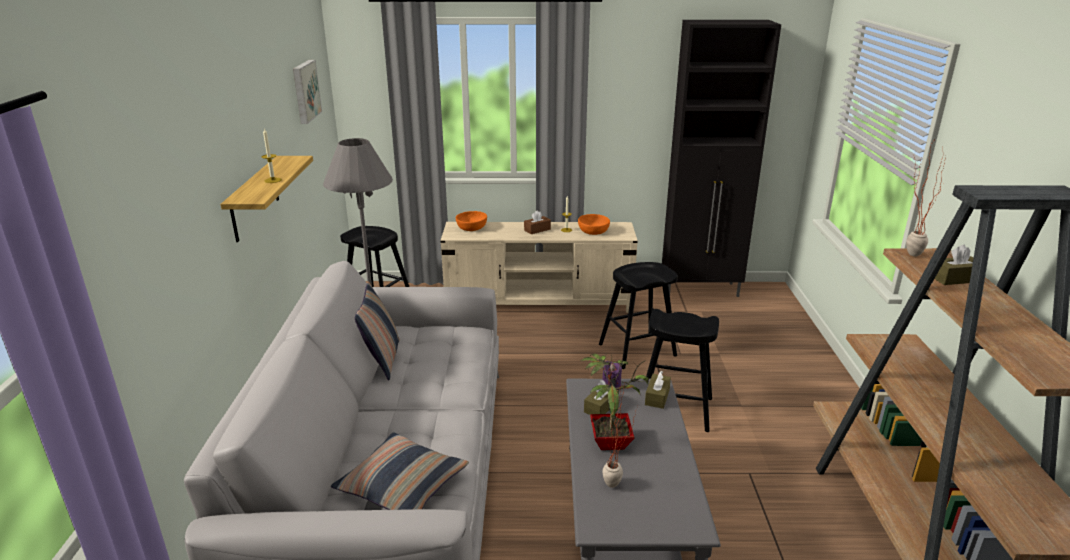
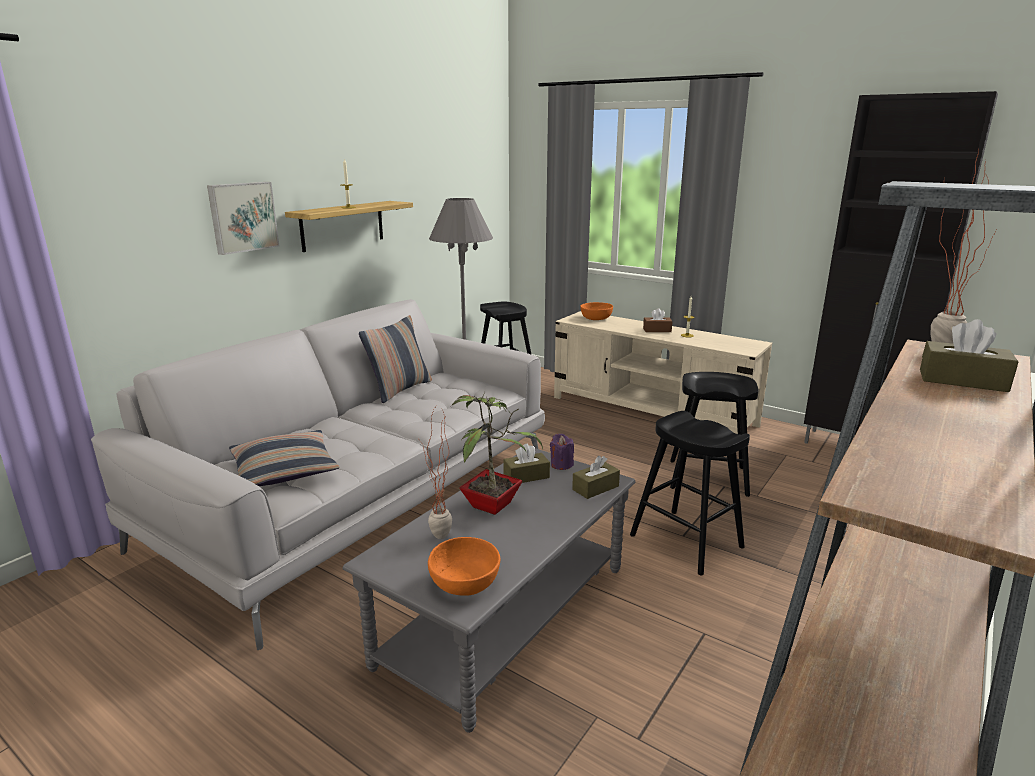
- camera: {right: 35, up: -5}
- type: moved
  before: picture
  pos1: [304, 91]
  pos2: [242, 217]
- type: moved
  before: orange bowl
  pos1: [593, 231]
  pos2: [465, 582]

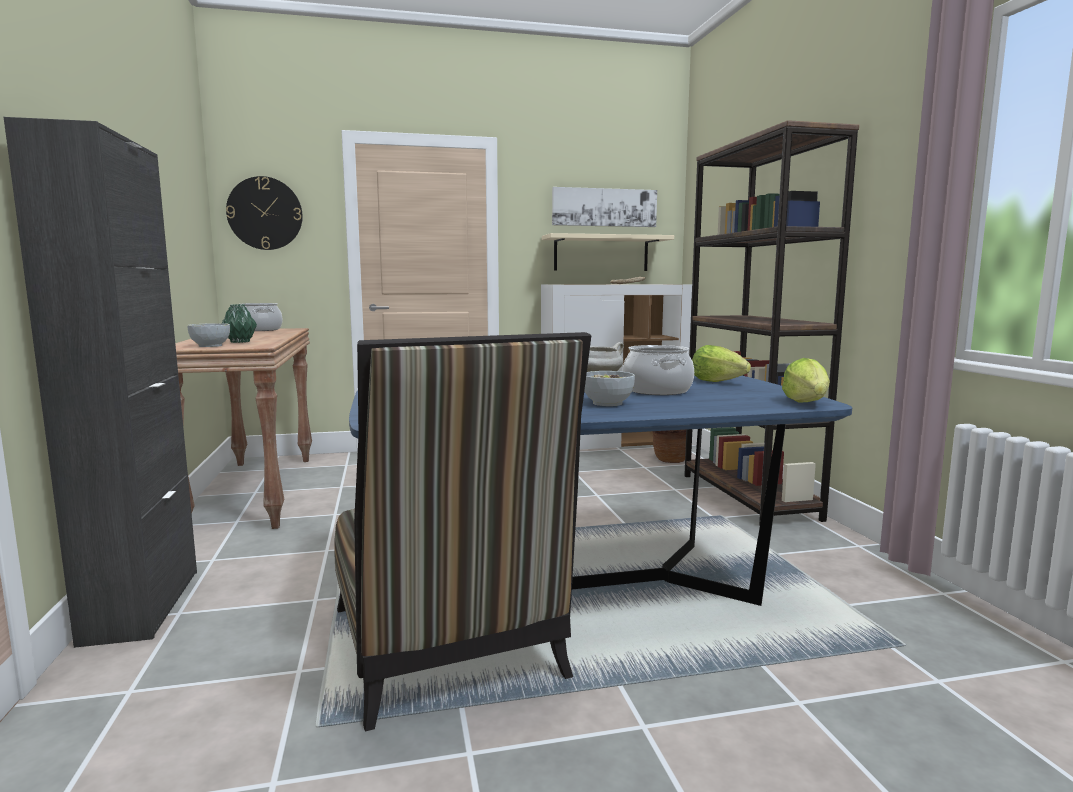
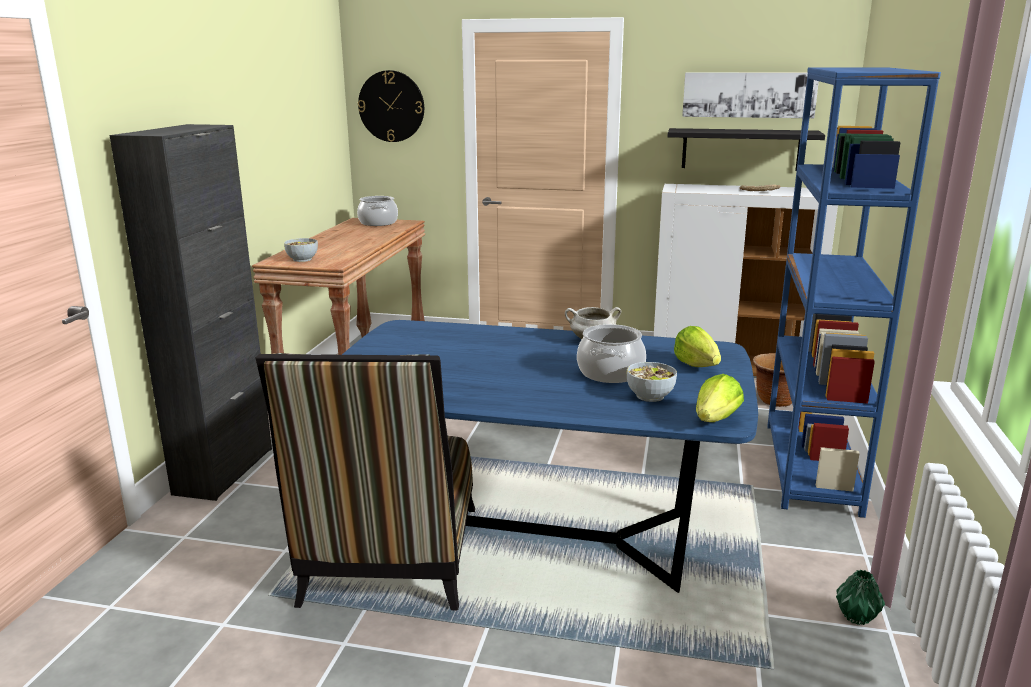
- camera: {right: 25, up: 10}
- type: moved
  before: bowl
  pos1: [607, 403]
  pos2: [650, 396]
- type: recoloured
  before: beige shelf
  after: black shelf
  pos1: [601, 253]
  pos2: [741, 149]
- type: recoloured
  before: brown bookcase
  after: blue bookcase
  pos1: [748, 496]
  pos2: [811, 467]
- type: moved
  before: green vase
  pos1: [240, 342]
  pos2: [857, 617]

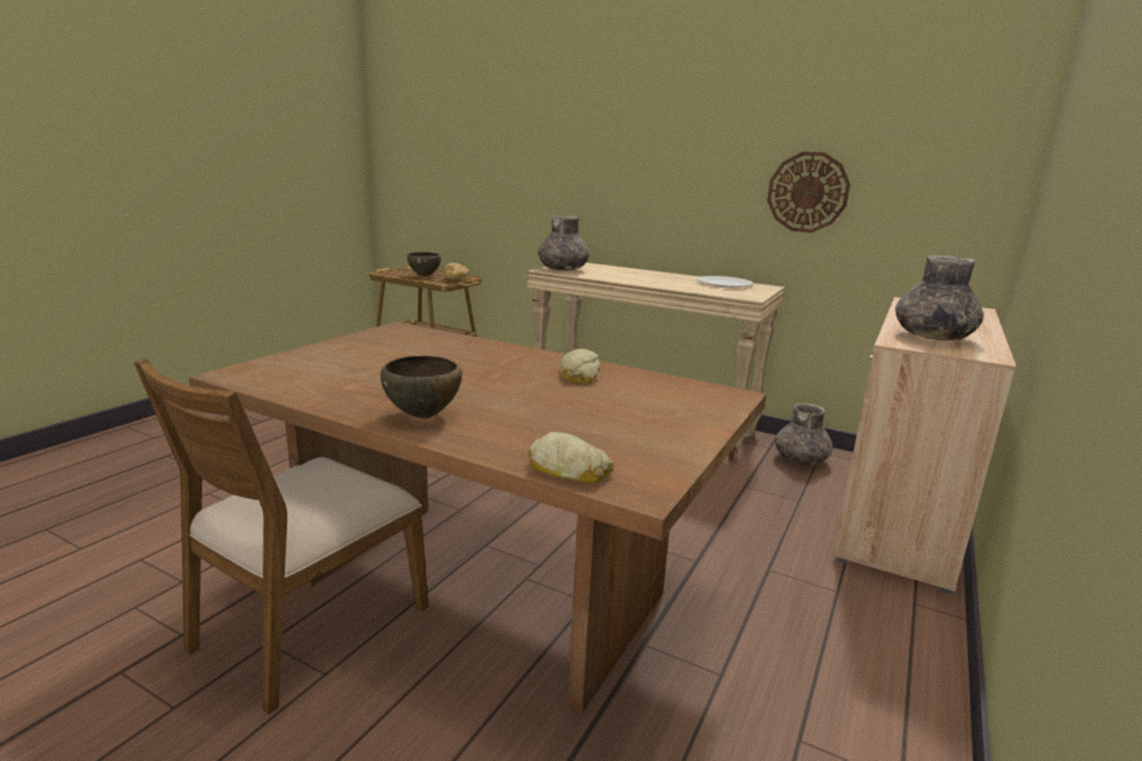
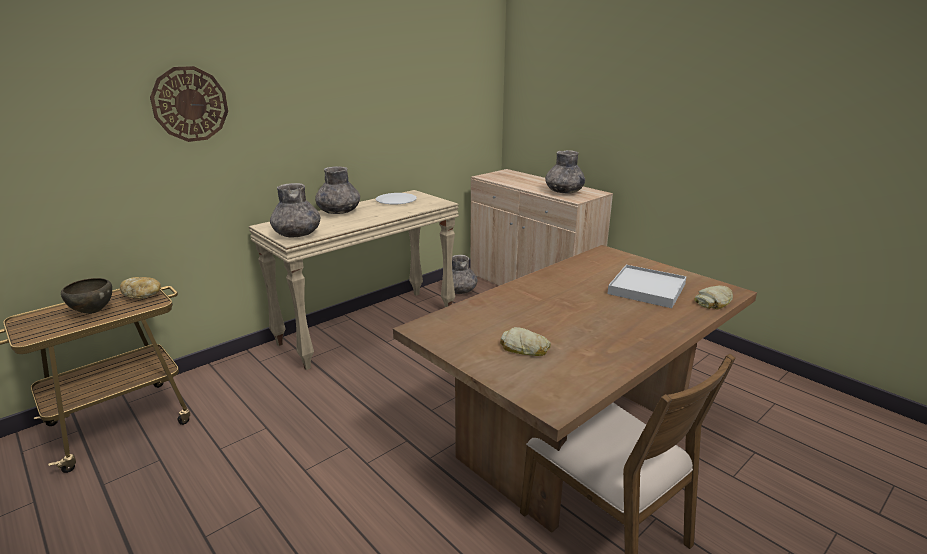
- camera: {right: -70, up: 5}
- type: moved
  before: wall clock
  pos1: [807, 192]
  pos2: [190, 104]
- type: added
  after: grey vase
  pos2: [339, 212]
- type: moved
  before: bread
  pos1: [578, 374]
  pos2: [525, 348]
- type: added
  after: white tray
  pos2: [646, 289]
- type: removed
  before: brown bowl
  pos1: [424, 416]

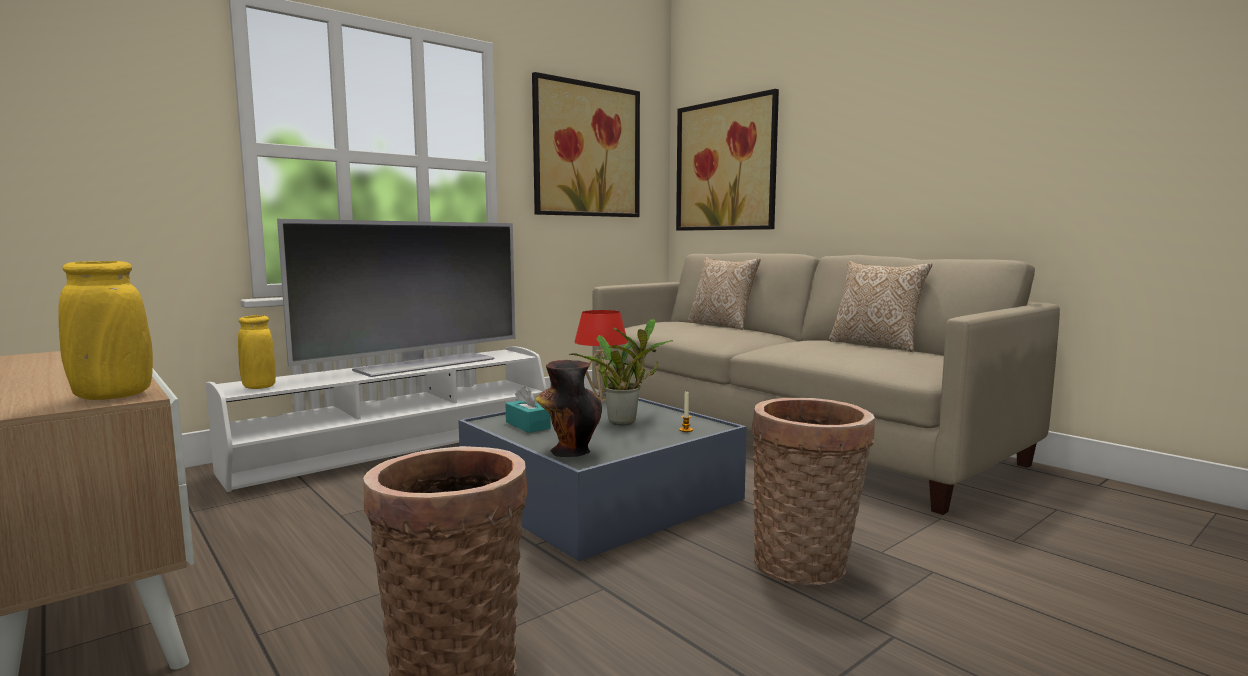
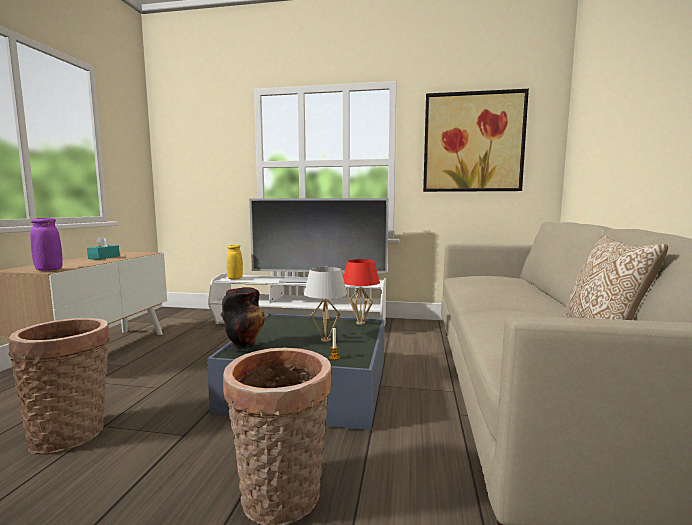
- camera: {right: 50, up: 0}
- type: recoloured
  before: yellow vase
  after: purple vase
  pos1: [112, 396]
  pos2: [49, 270]
- type: moved
  before: turquoise tissue box
  pos1: [527, 425]
  pos2: [104, 257]
- type: replaced
  before: potted plant
  after: white table lamp
  pos1: [625, 421]
  pos2: [325, 340]
- type: removed
  before: picture
  pos1: [725, 165]
- type: removed
  before: pillow
  pos1: [722, 325]

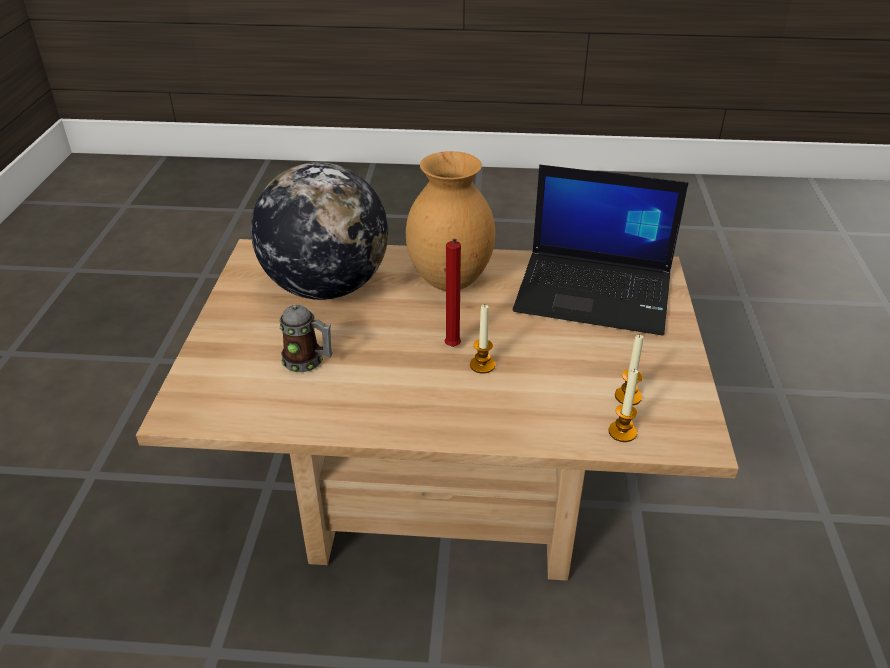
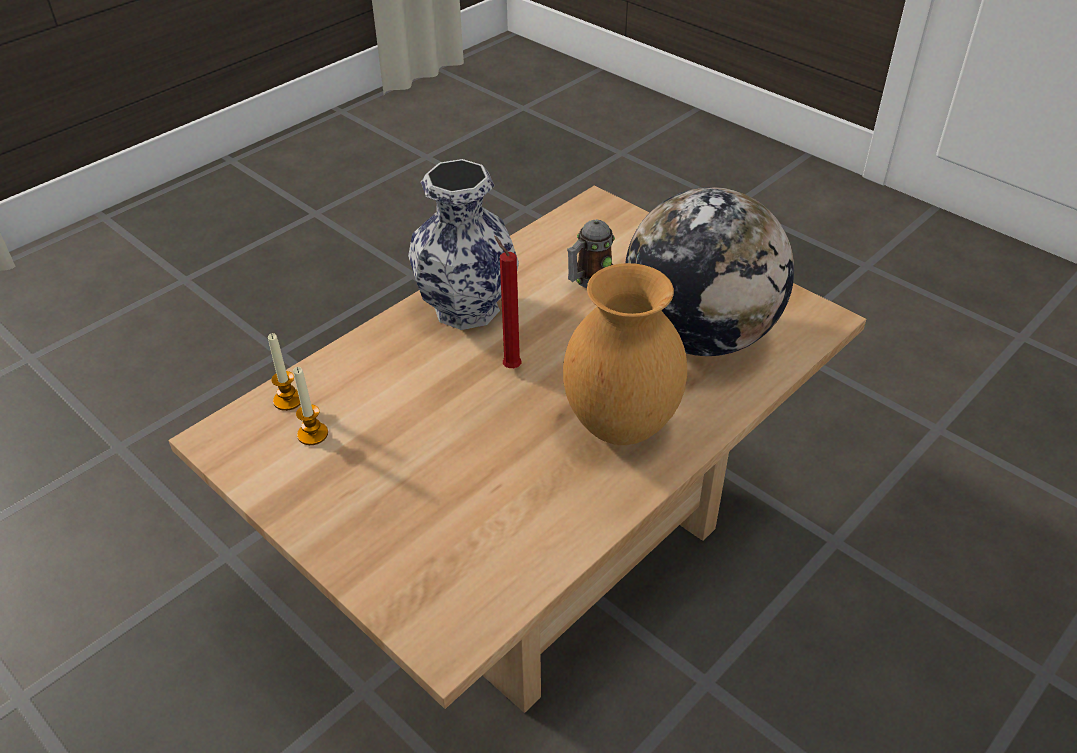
- camera: {right: 130, up: 5}
- type: added
  after: vase
  pos2: [466, 309]
- type: removed
  before: candle
  pos1: [482, 365]
- type: removed
  before: laptop
  pos1: [596, 292]

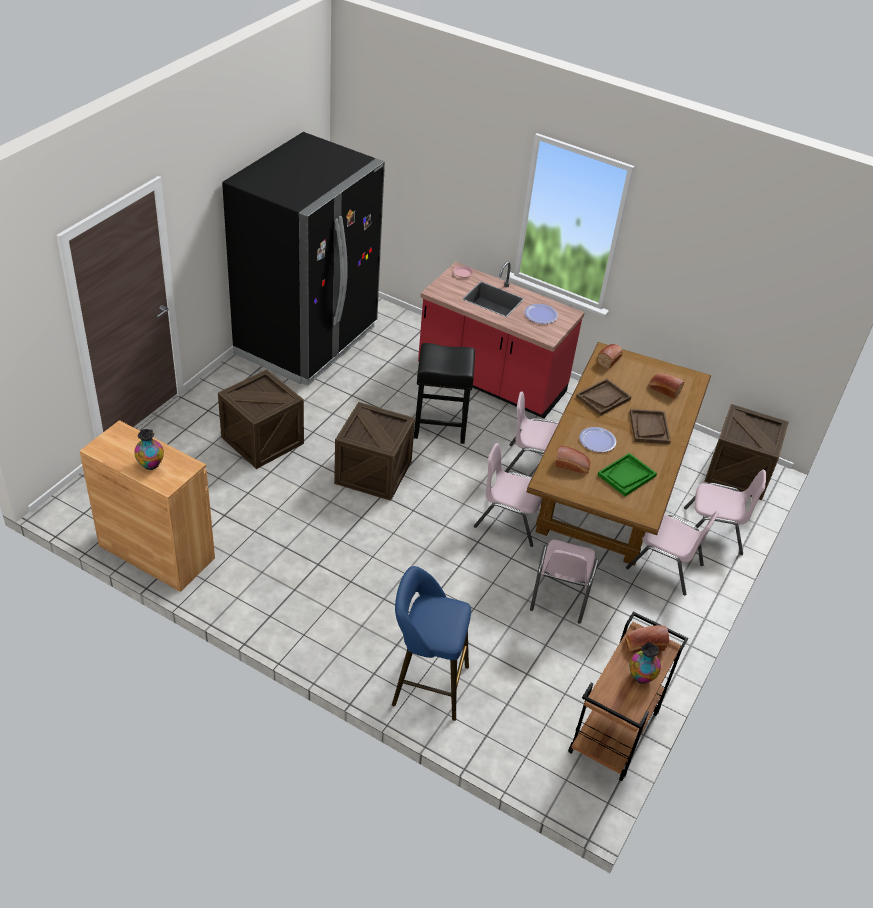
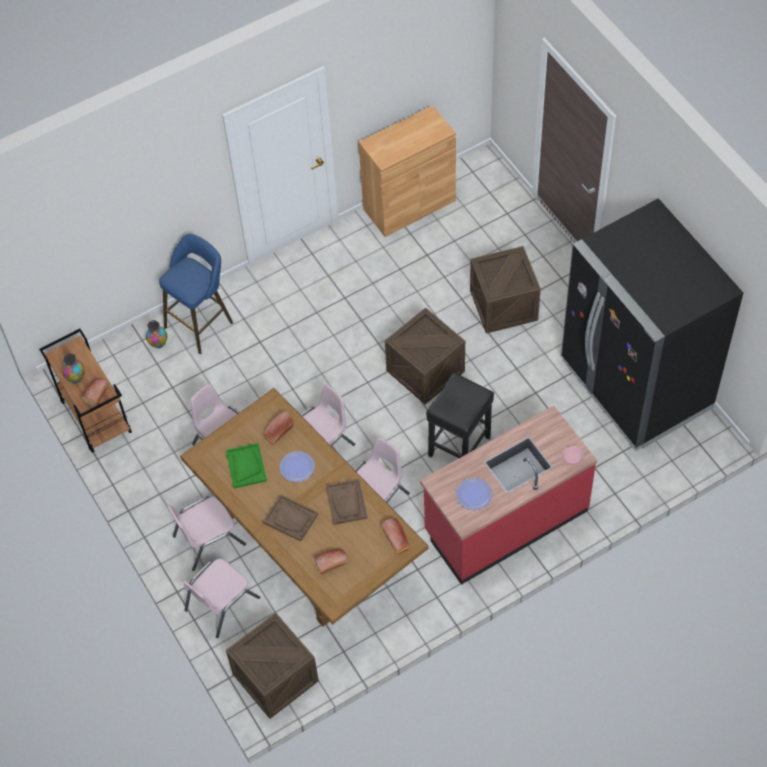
- camera: {right: 125, up: 15}
- type: moved
  before: vase
  pos1: [150, 465]
  pos2: [158, 343]

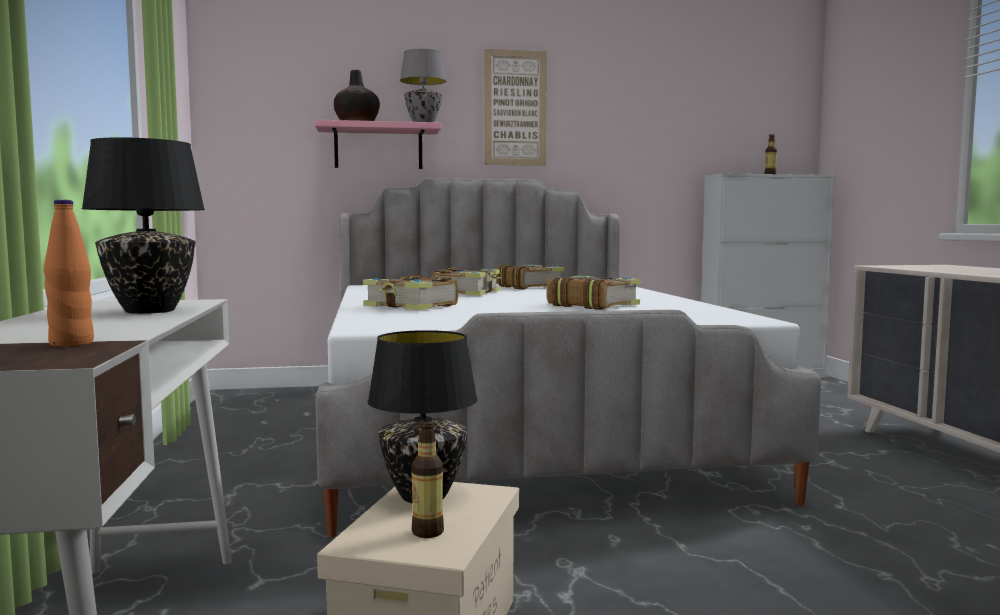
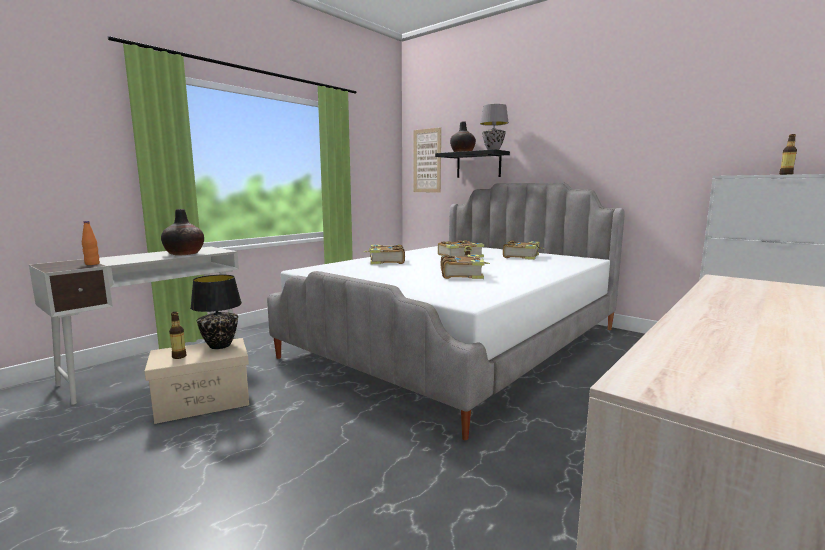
- camera: {right: 50, up: 5}
- type: replaced
  before: black table lamp
  after: vase
  pos1: [151, 311]
  pos2: [184, 254]
- type: moved
  before: picture
  pos1: [515, 108]
  pos2: [427, 161]
- type: recoloured
  before: pink shelf
  after: black shelf
  pos1: [378, 147]
  pos2: [478, 165]

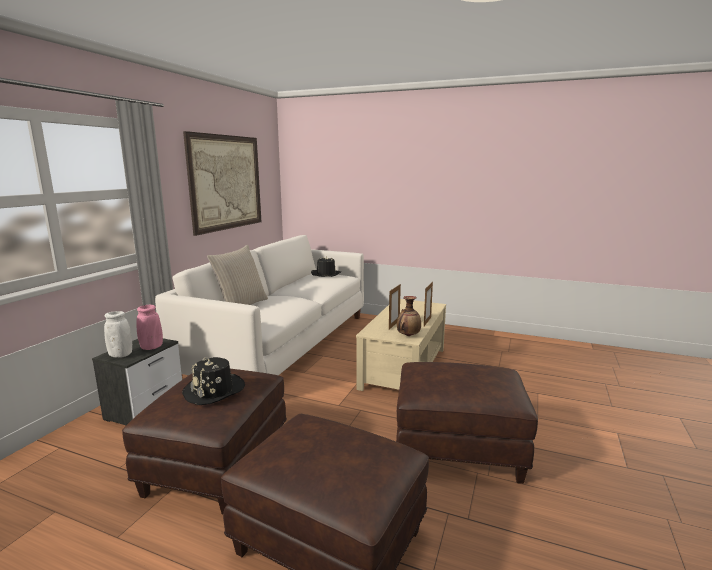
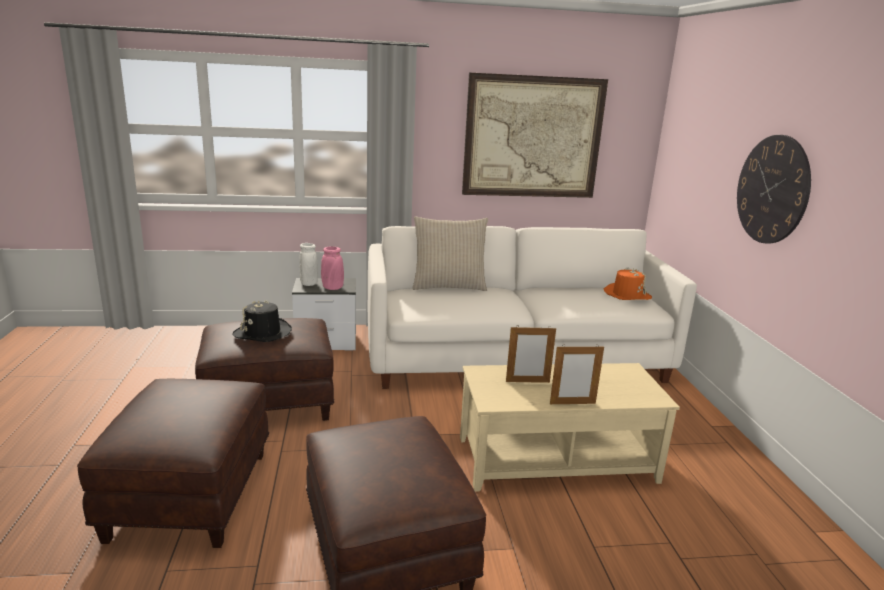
- camera: {right: 60, up: 5}
- type: recoloured
  before: black hat
  after: orange hat
  pos1: [326, 274]
  pos2: [626, 294]
- type: added
  after: wall clock
  pos2: [772, 189]
- type: removed
  before: vase
  pos1: [408, 335]

